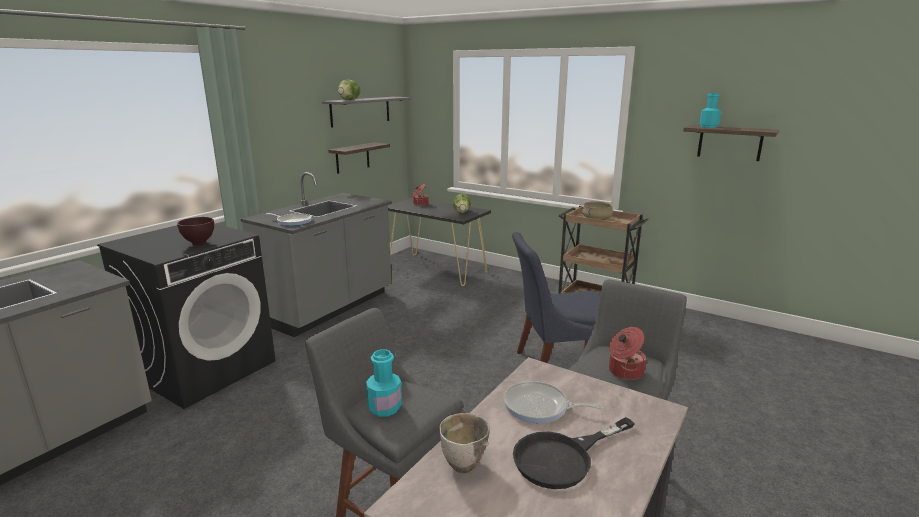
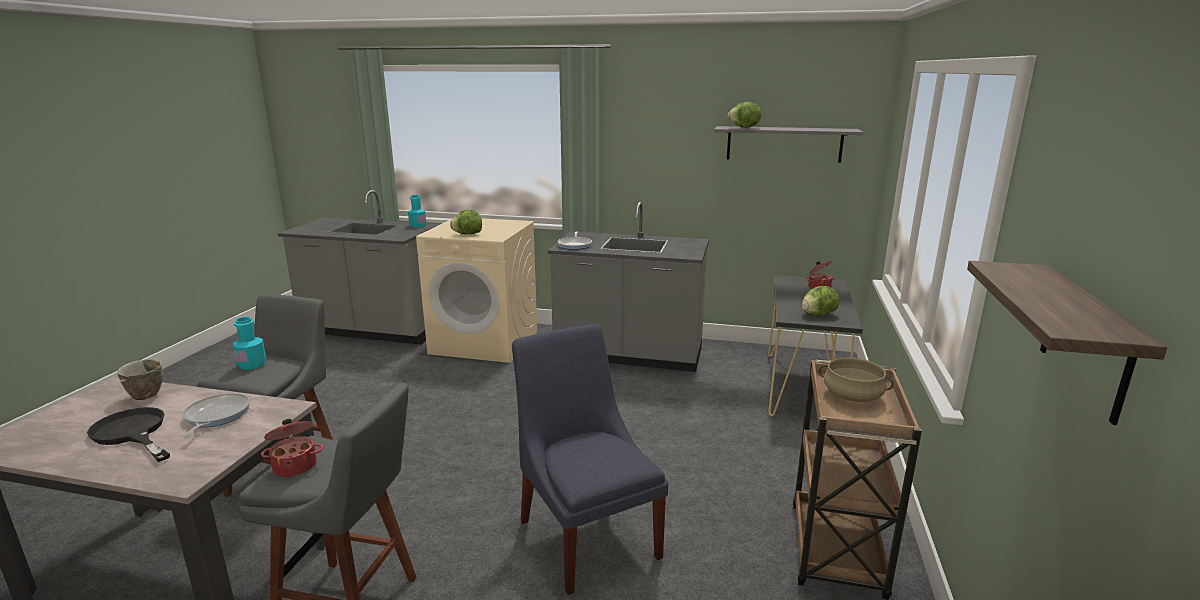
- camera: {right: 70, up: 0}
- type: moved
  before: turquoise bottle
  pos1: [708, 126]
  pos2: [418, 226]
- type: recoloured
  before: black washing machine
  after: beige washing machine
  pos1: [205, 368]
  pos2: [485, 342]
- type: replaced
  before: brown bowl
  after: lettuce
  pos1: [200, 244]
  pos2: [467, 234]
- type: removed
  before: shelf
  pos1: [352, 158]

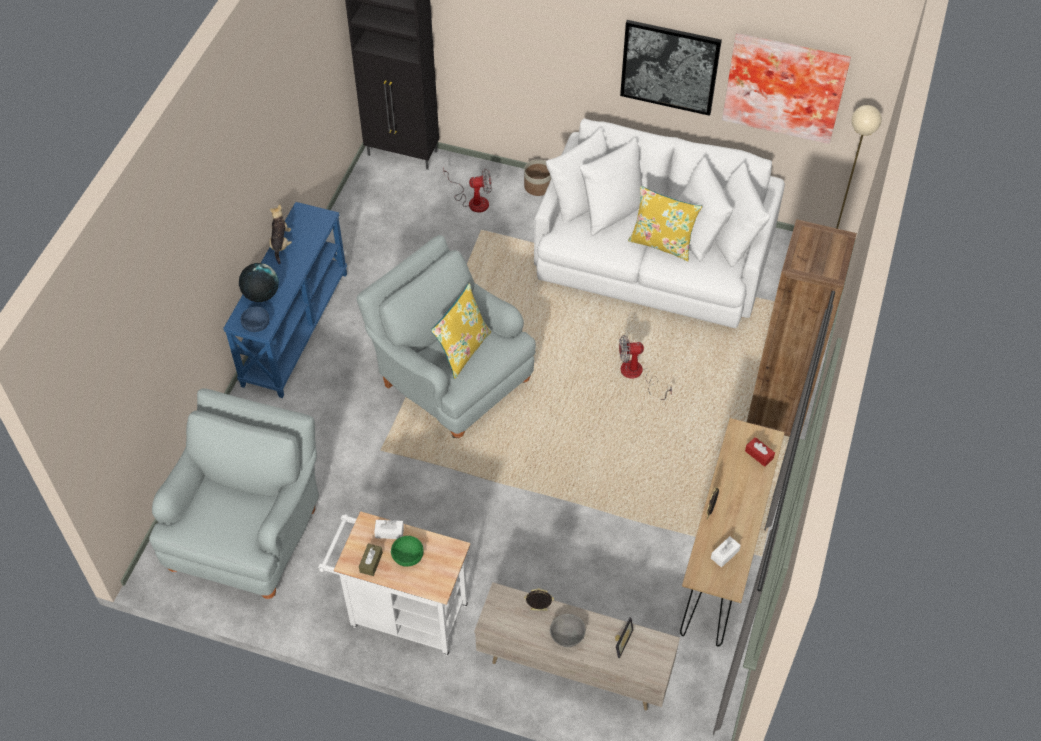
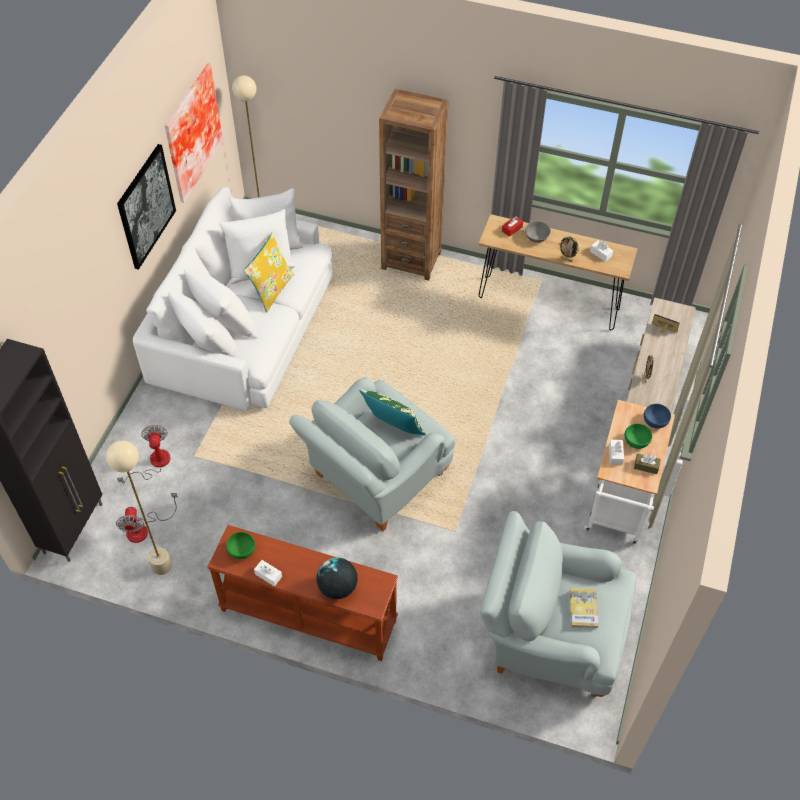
- camera: {right: -90, up: 0}
- type: added
  after: beige floor lamp
  pos2: [161, 566]
- type: moved
  before: fan
  pos1: [637, 375]
  pos2: [144, 528]
- type: recoloured
  before: blue console table
  after: brown console table
  pos1: [294, 328]
  pos2: [307, 616]
- type: added
  after: green bowl
  pos2: [241, 550]
- type: replaced
  before: plush toy
  after: white tissue box
  pos1: [281, 244]
  pos2: [268, 575]
- type: recoloured
  before: yellow pillow
  after: green pillow
  pos1: [462, 350]
  pos2: [393, 429]
- type: moved
  before: grey bowl
  pos1: [567, 636]
  pos2: [536, 237]
- type: added
  after: book
  pos2: [583, 609]
- type: moved
  before: blue bowl
  pos1: [256, 325]
  pos2: [655, 420]
- type: removed
  before: planter
  pos1: [538, 186]

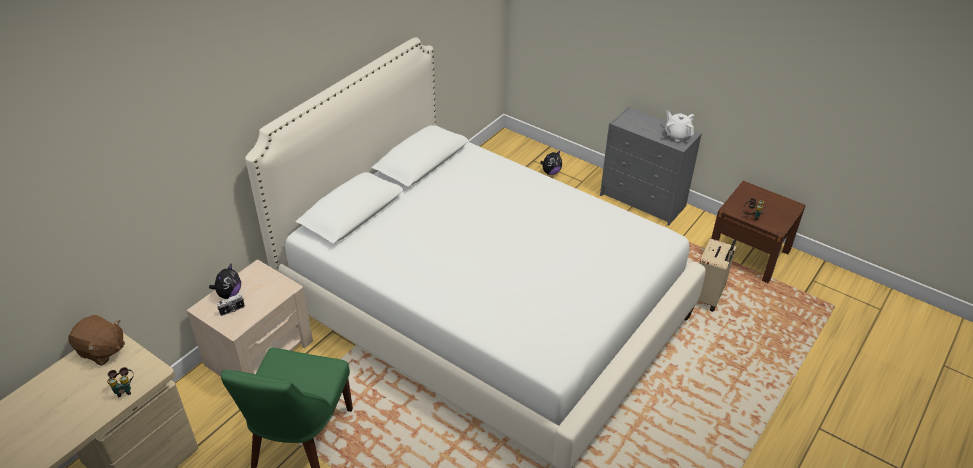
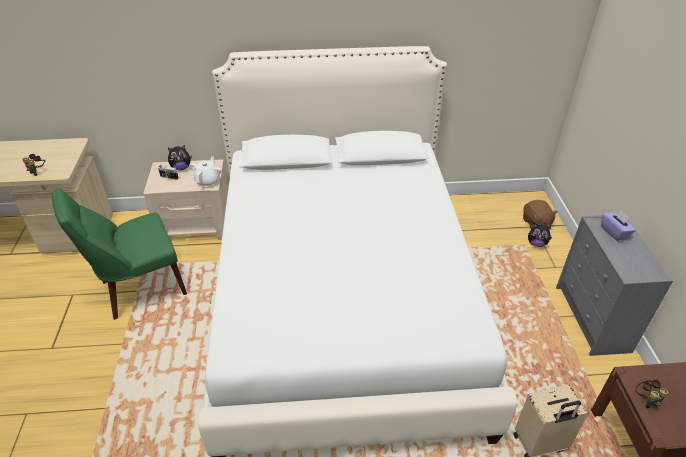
- camera: {right: 50, up: 0}
- type: moved
  before: white teapot
  pos1: [677, 135]
  pos2: [208, 181]
- type: moved
  before: brown plush toy
  pos1: [102, 351]
  pos2: [536, 223]
- type: added
  after: purple tissue box
  pos2: [614, 232]

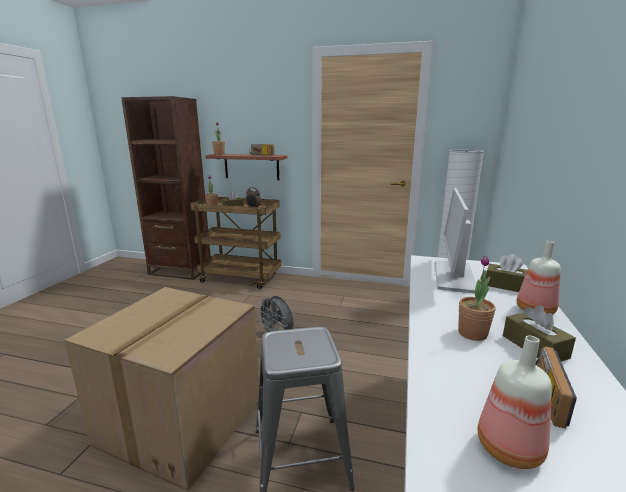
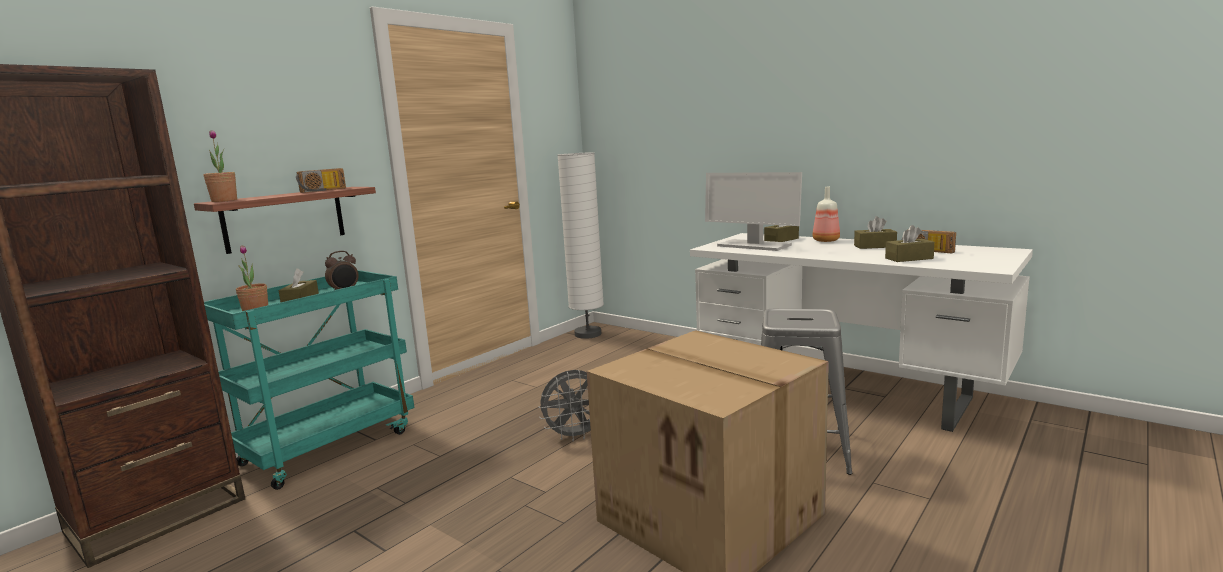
- camera: {right: -65, up: -5}
- type: recoloured
  before: brown cart
  after: turquoise cart
  pos1: [241, 278]
  pos2: [329, 446]
- type: added
  after: brown tissue box
  pos2: [909, 258]
- type: removed
  before: potted plant
  pos1: [472, 333]
- type: removed
  before: bottle
  pos1: [508, 447]

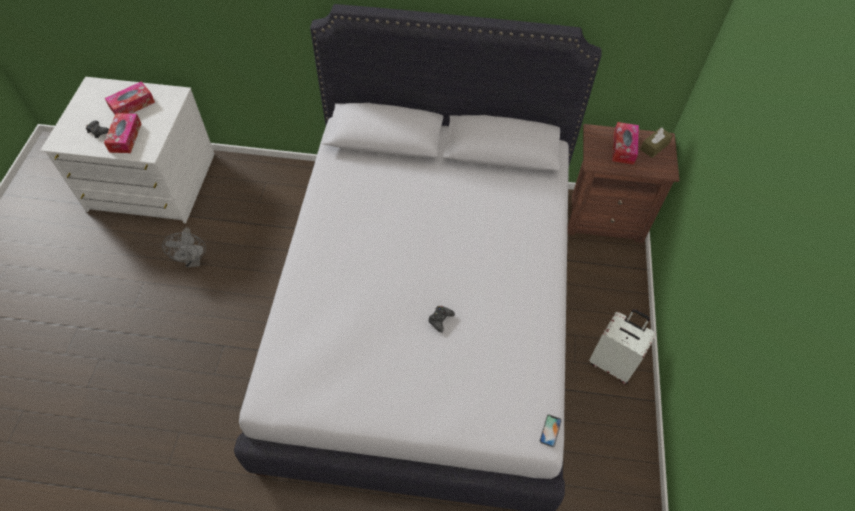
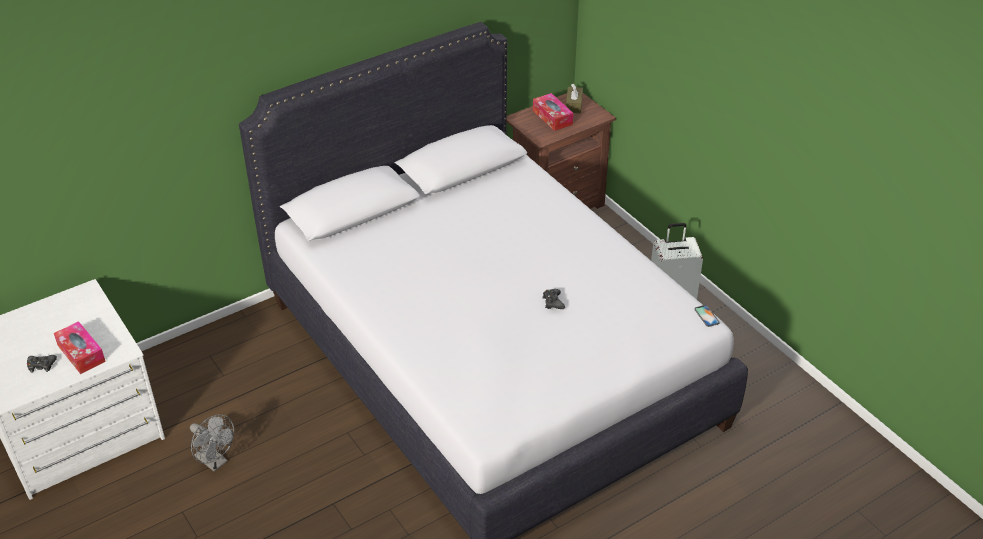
- camera: {right: -40, up: -15}
- type: removed
  before: tissue box
  pos1: [132, 105]

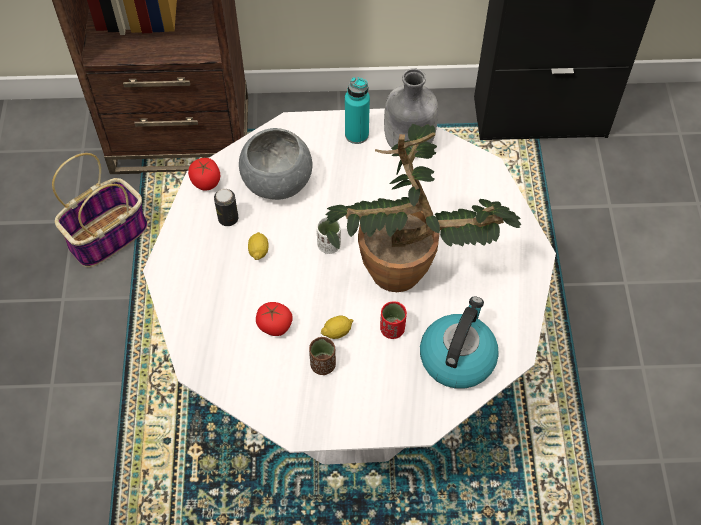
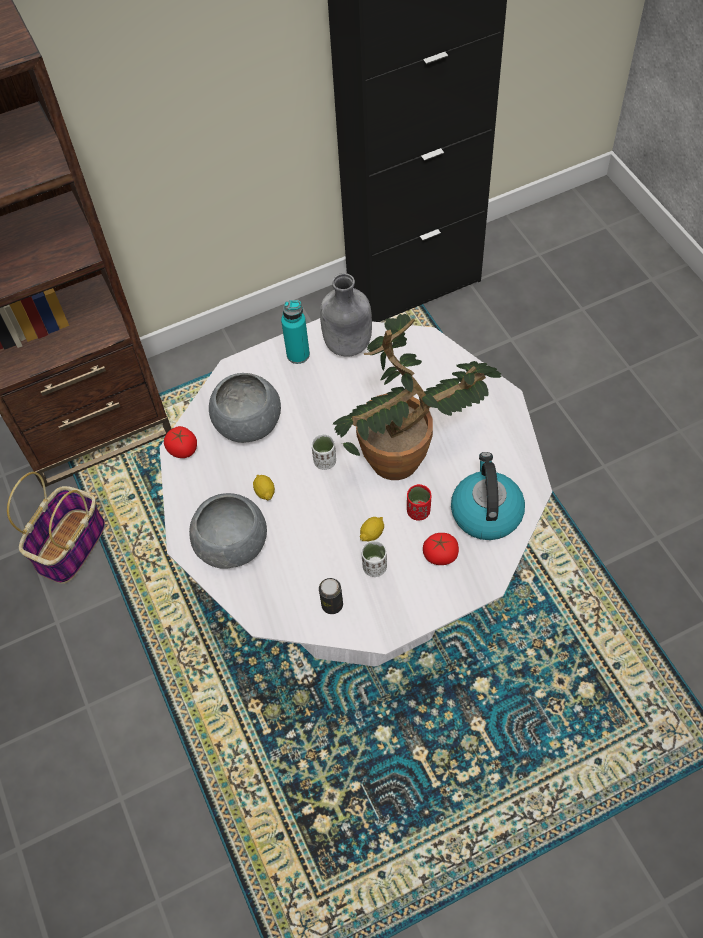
- camera: {right: -20, up: 0}
- type: added
  after: grey bowl
  pos2: [232, 545]
- type: moved
  before: can
  pos1: [228, 218]
  pos2: [332, 605]
- type: recoloured
  before: brown cup
  after: white cup
  pos1: [323, 364]
  pos2: [374, 567]
- type: moved
  before: tomato
  pos1: [274, 325]
  pos2: [440, 555]

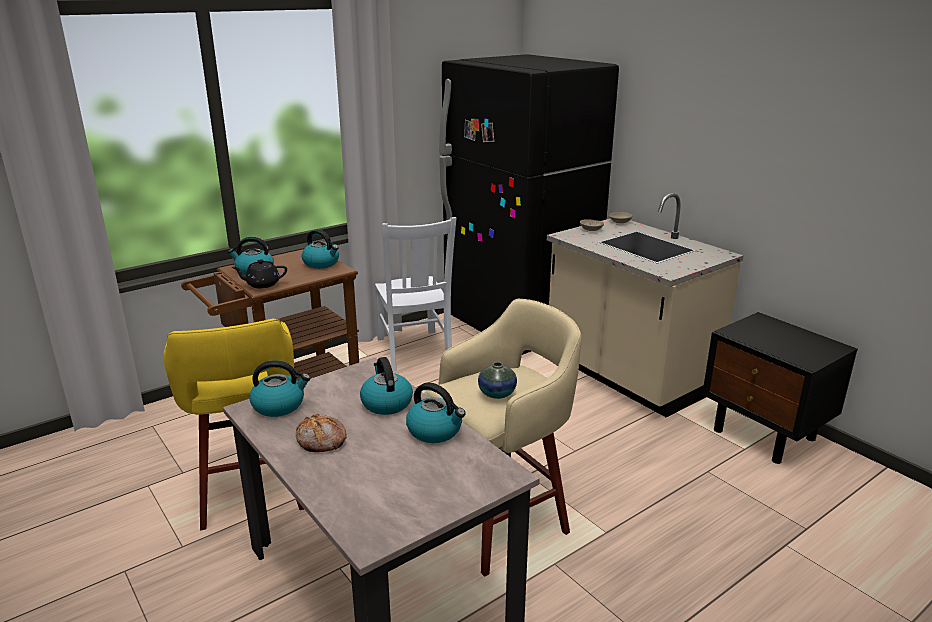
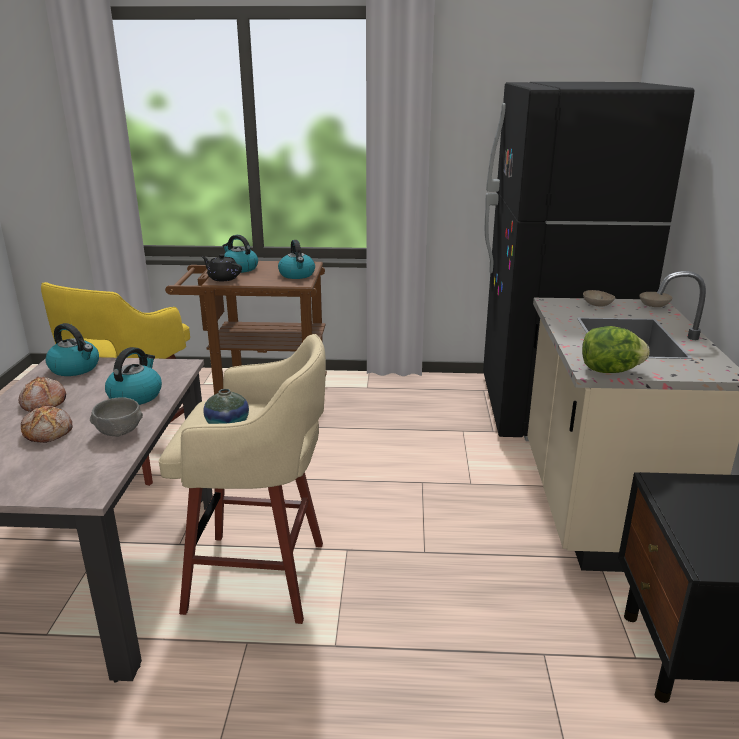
- camera: {right: 40, up: 0}
- type: added
  after: bread
  pos2: [49, 432]
- type: replaced
  before: kettle
  after: grey bowl
  pos1: [435, 431]
  pos2: [119, 432]
- type: added
  after: lettuce
  pos2: [609, 371]
- type: removed
  before: white chair
  pos1: [414, 351]

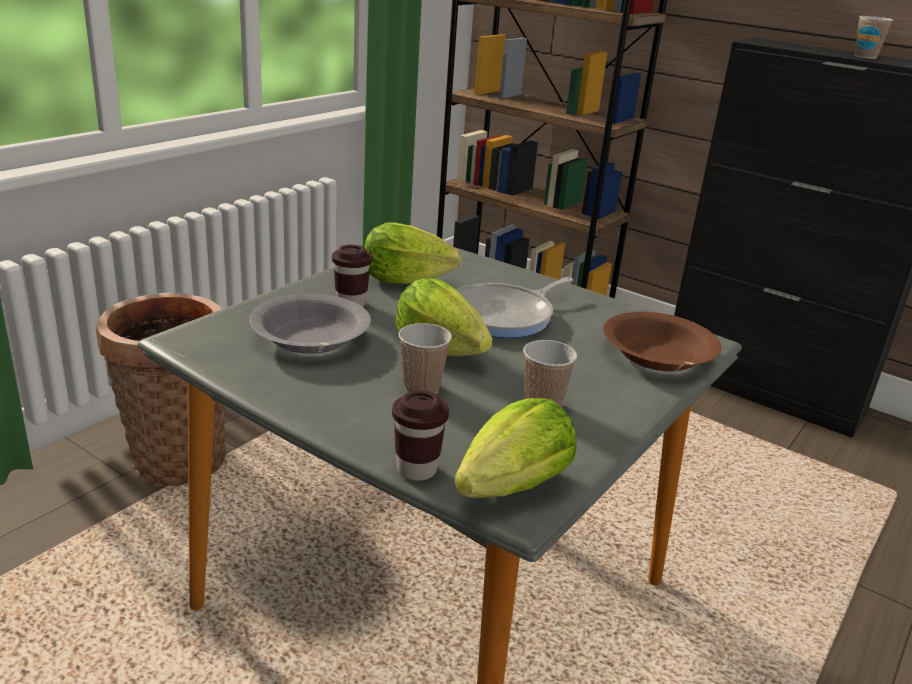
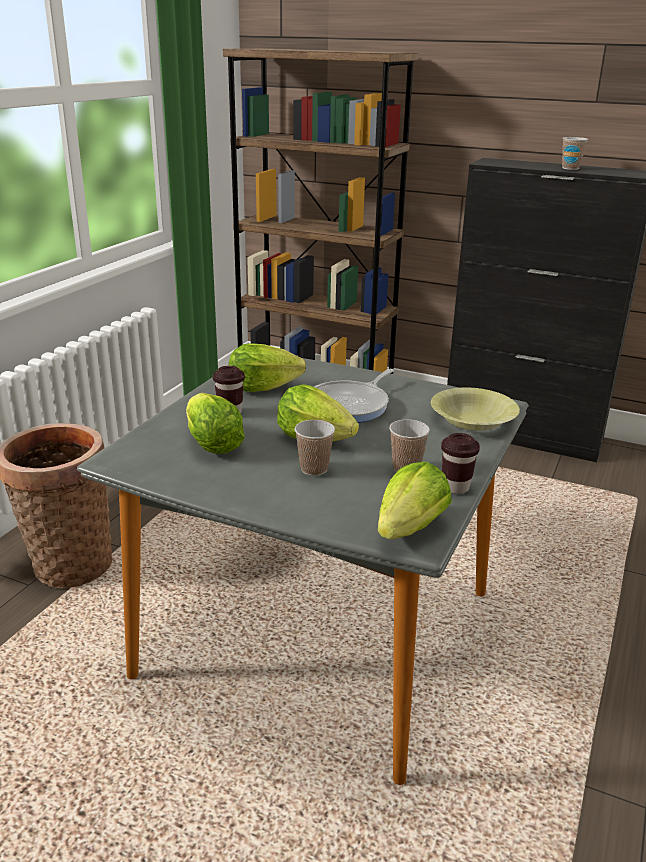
- camera: {right: -10, up: 0}
- type: replaced
  before: grey bowl
  after: lettuce
  pos1: [310, 339]
  pos2: [212, 444]
- type: recoloured
  before: brown bowl
  after: yellow bowl
  pos1: [657, 356]
  pos2: [472, 420]
- type: moved
  before: brown cup
  pos1: [416, 470]
  pos2: [455, 487]

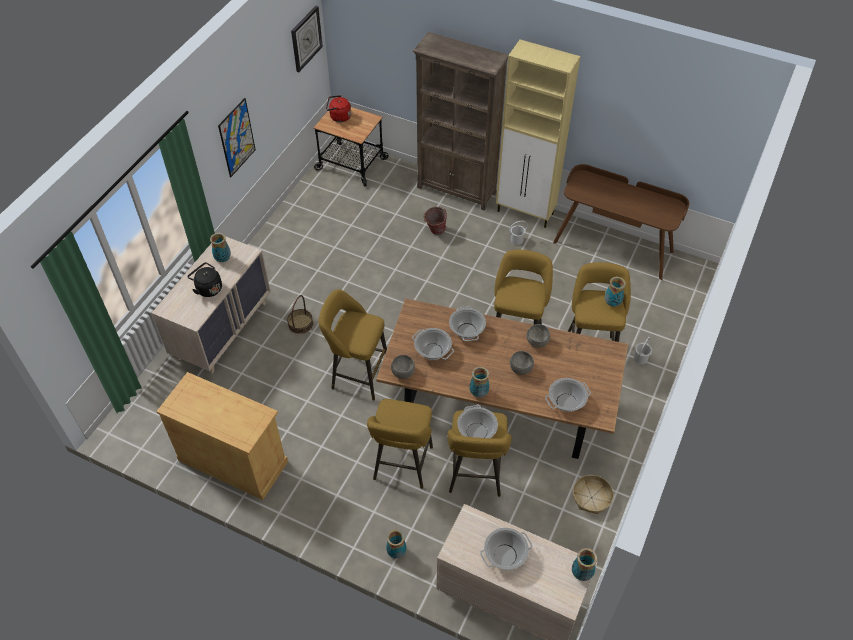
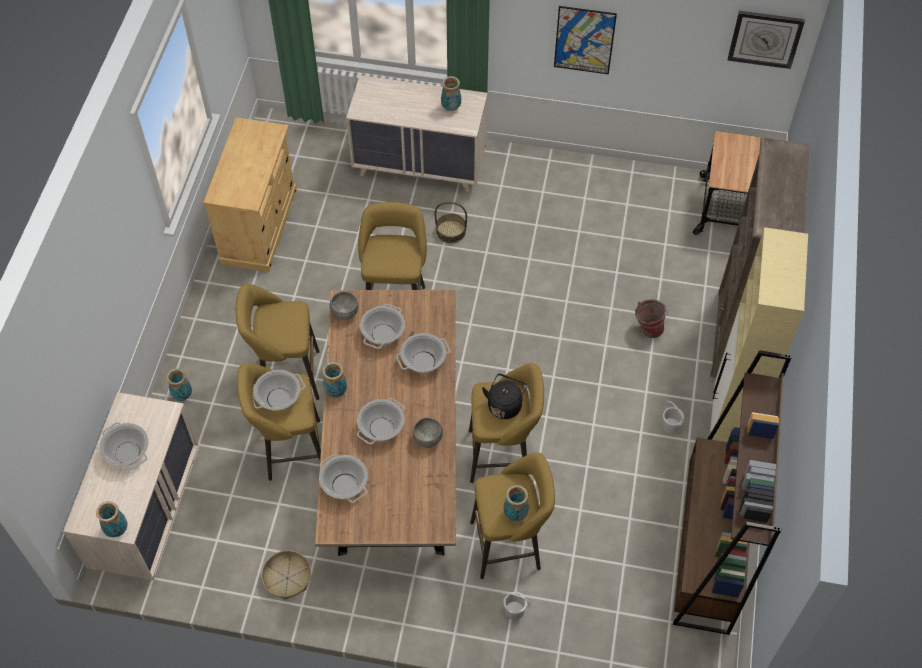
- camera: {right: 75, up: 5}
- type: replaced
  before: grey bowl
  after: cooking pot
  pos1: [521, 369]
  pos2: [381, 429]
- type: moved
  before: black kettle
  pos1: [208, 288]
  pos2: [505, 404]
- type: replaced
  before: brown desk
  after: brown bookcase
  pos1: [613, 246]
  pos2: [708, 549]
- type: removed
  before: red kettle
  pos1: [339, 117]

